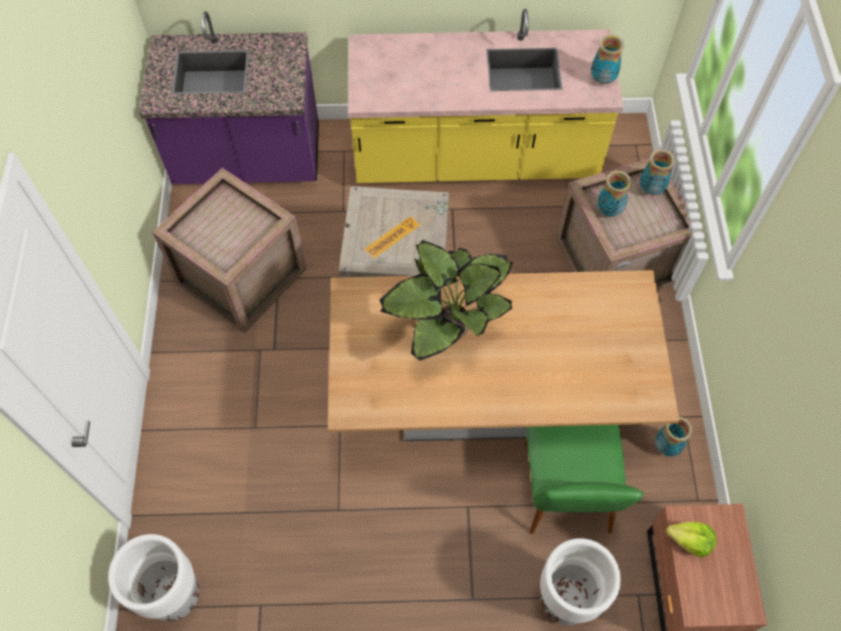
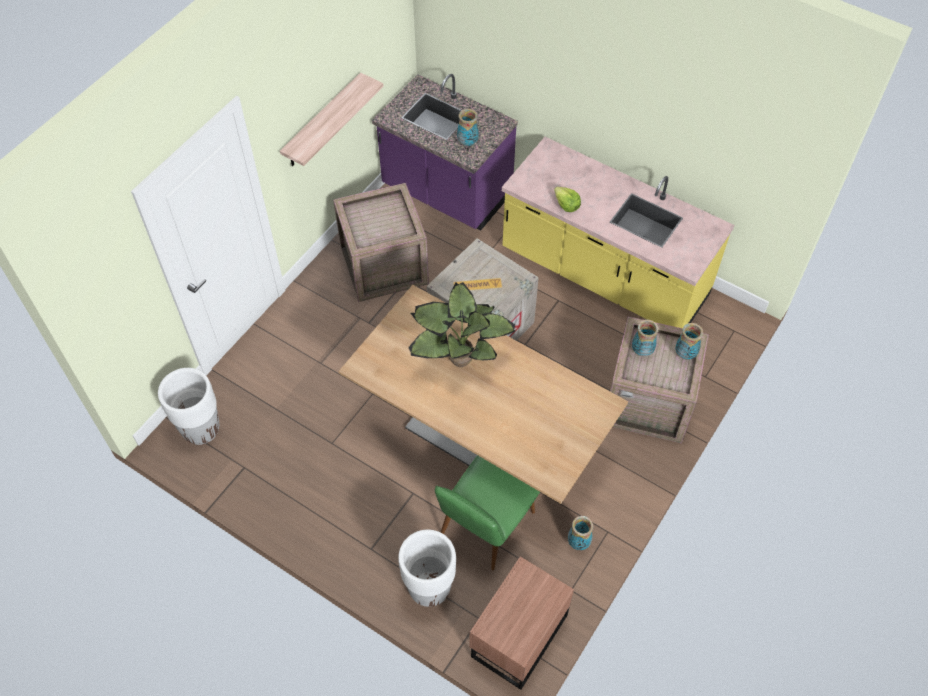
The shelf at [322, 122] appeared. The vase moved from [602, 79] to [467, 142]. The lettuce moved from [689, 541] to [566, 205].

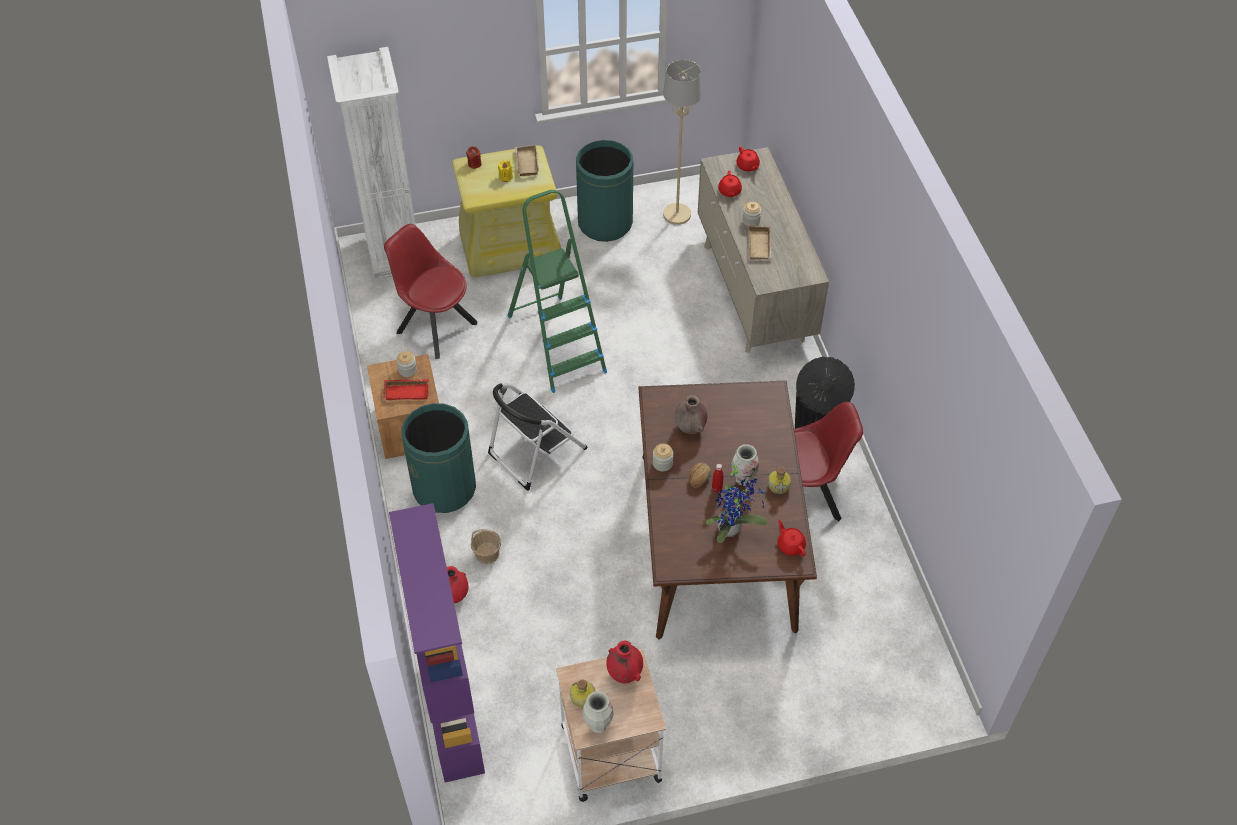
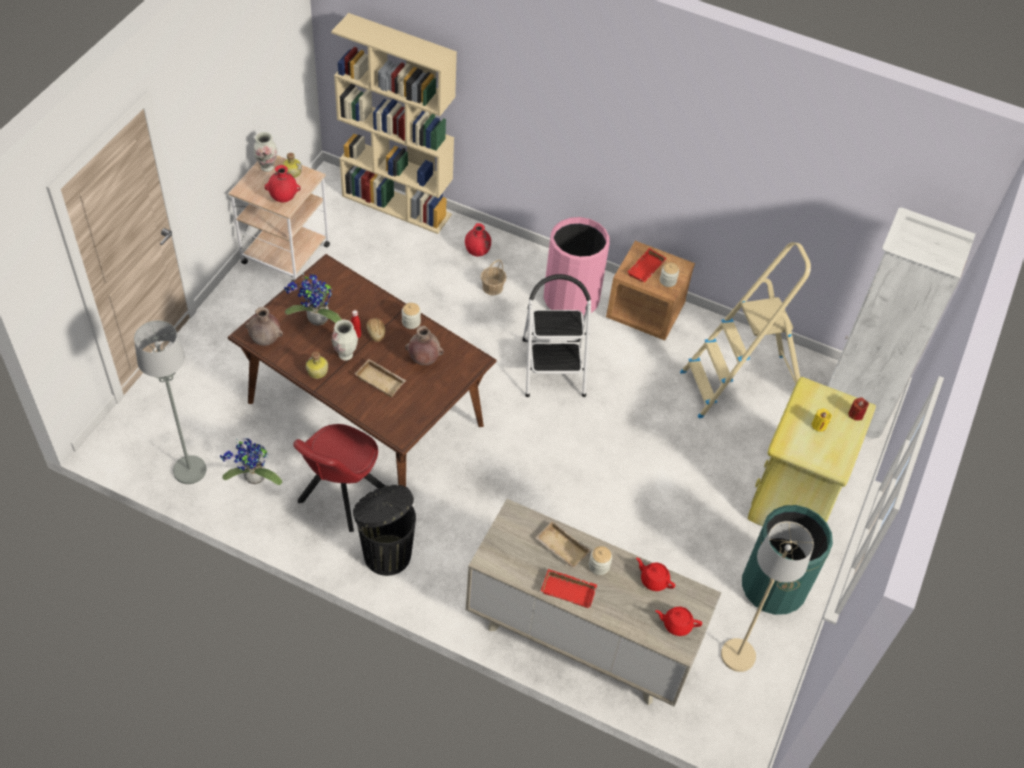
The green step ladder at [557, 344] disappeared. The grey floor lamp at [190, 471] appeared. The potted plant at [253, 478] appeared. The red tray at [569, 590] appeared. The beige tray moved from [525, 163] to [381, 380]. The red chair at [435, 326] was replaced by the beige step ladder at [741, 386]. The red teapot at [790, 545] was replaced by the brown vase at [265, 340]. The purple bookcase at [451, 711] became the beige bookcase at [397, 205]. The green trash can at [444, 488] became the pink trash can at [571, 299].

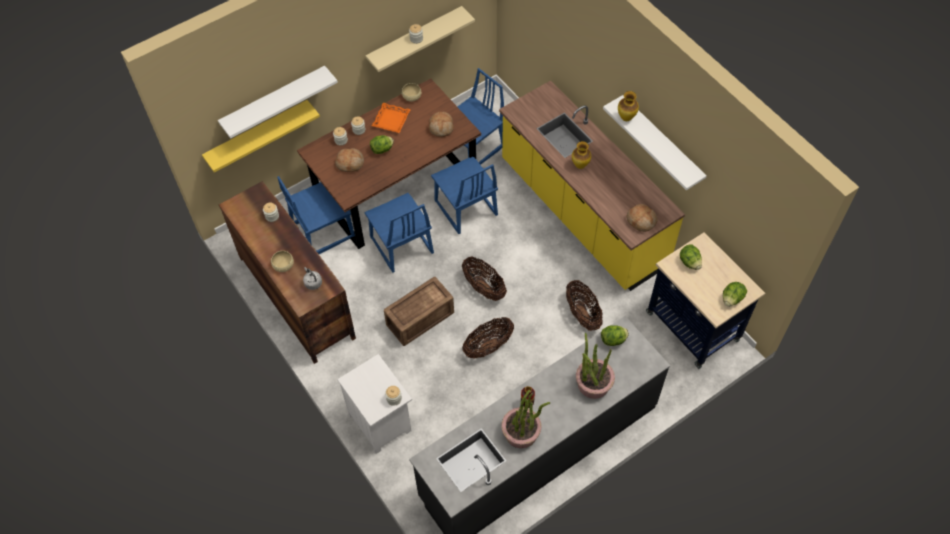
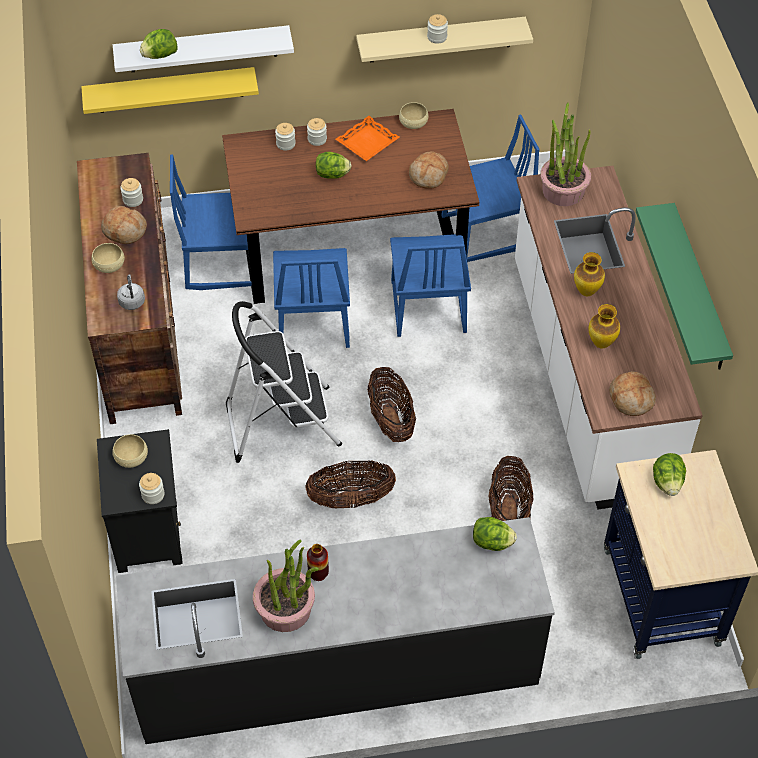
The beige bowl at [131, 457] appeared. The bread moved from [350, 163] to [125, 230]. The potted plant moved from [593, 383] to [563, 190]. The vase moved from [625, 118] to [600, 343]. The lettuce moved from [732, 299] to [160, 55]. The crate at [418, 318] was replaced by the step ladder at [279, 424]. The white nightstand at [381, 421] became the black nightstand at [150, 534]. The yellow counter at [581, 213] became the white counter at [587, 377]. The white shelf at [661, 142] became the green shelf at [699, 290].

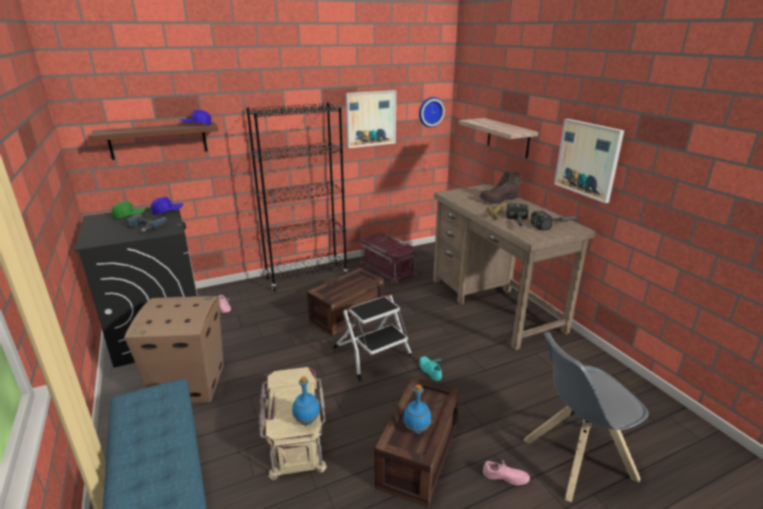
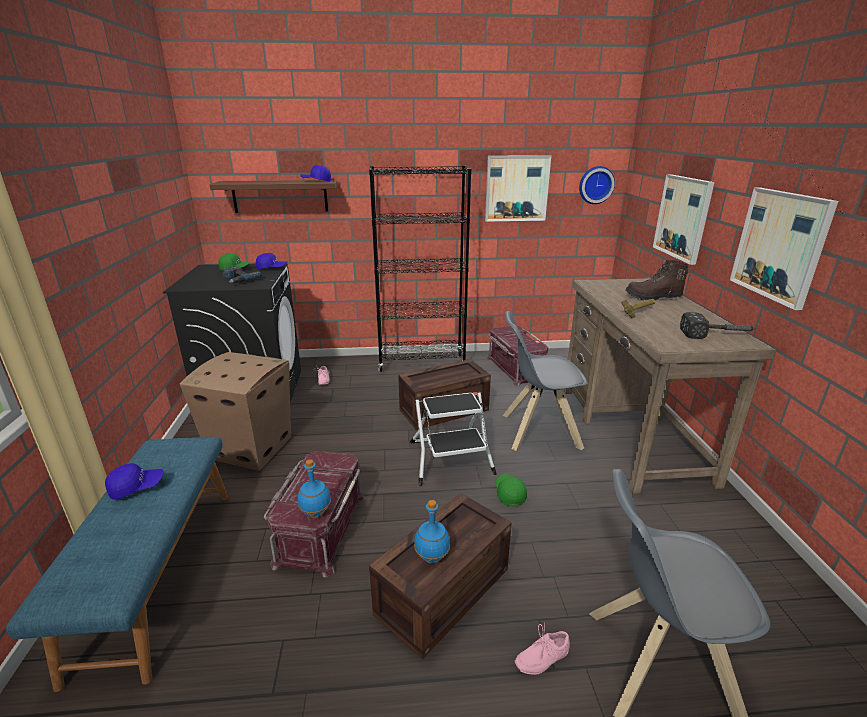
The hammer at [518, 223] disappeared. The blue cap at [137, 487] appeared. The grey chair at [538, 431] appeared. The turquoise shoe at [431, 370] was replaced by the green cap at [509, 493]. The shelf at [508, 138] was replaced by the picture at [683, 217]. The beige storage box at [294, 435] became the red storage box at [319, 528]. The pink shoe at [505, 478] turned 120 degrees clockwise.

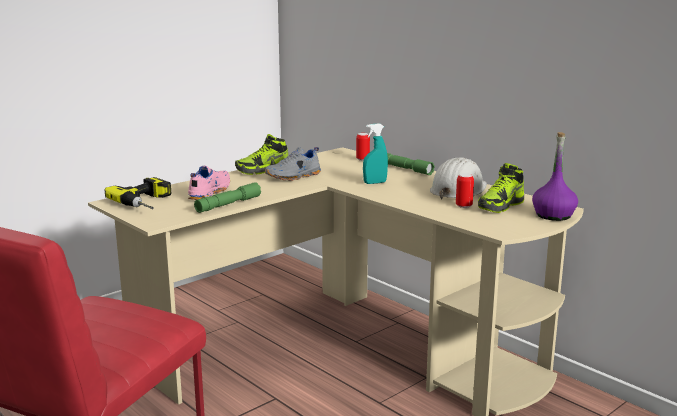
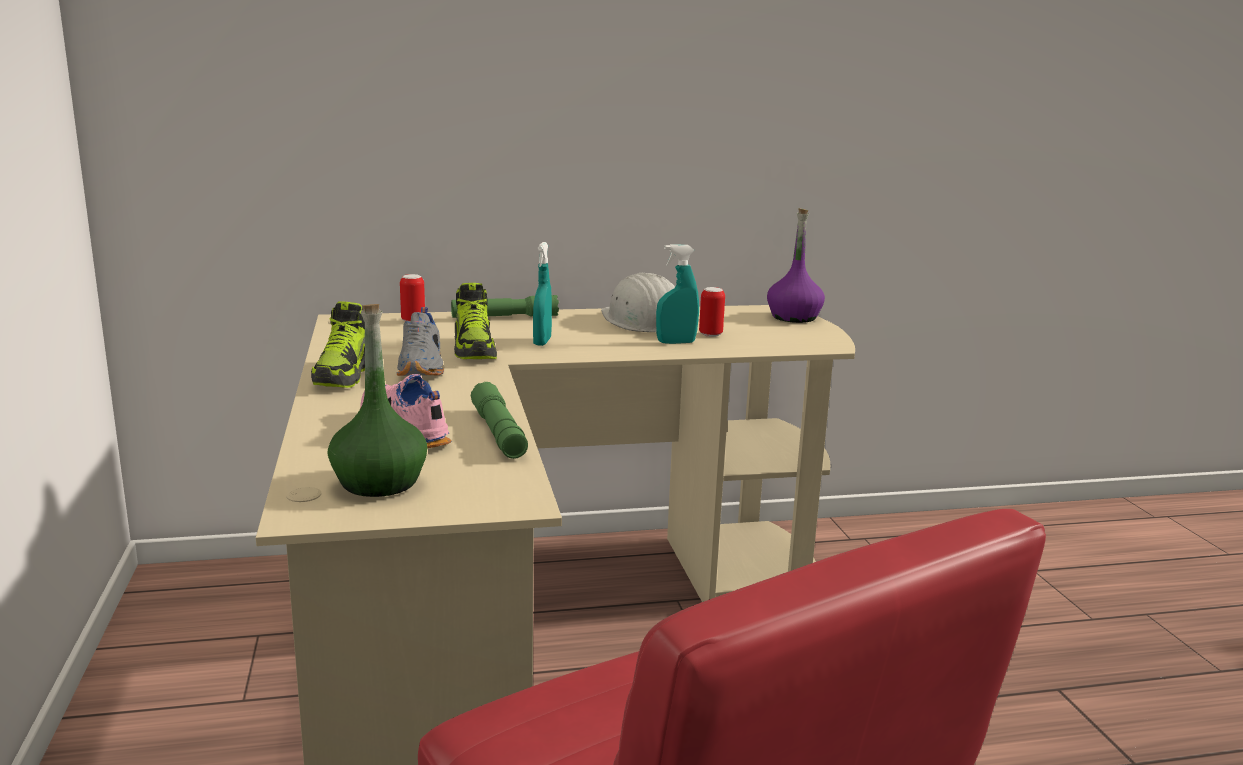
The turquoise spray bottle at [676, 342] appeared. The shoe moved from [501, 206] to [474, 350]. The power drill at [149, 202] was replaced by the green bottle at [379, 482].

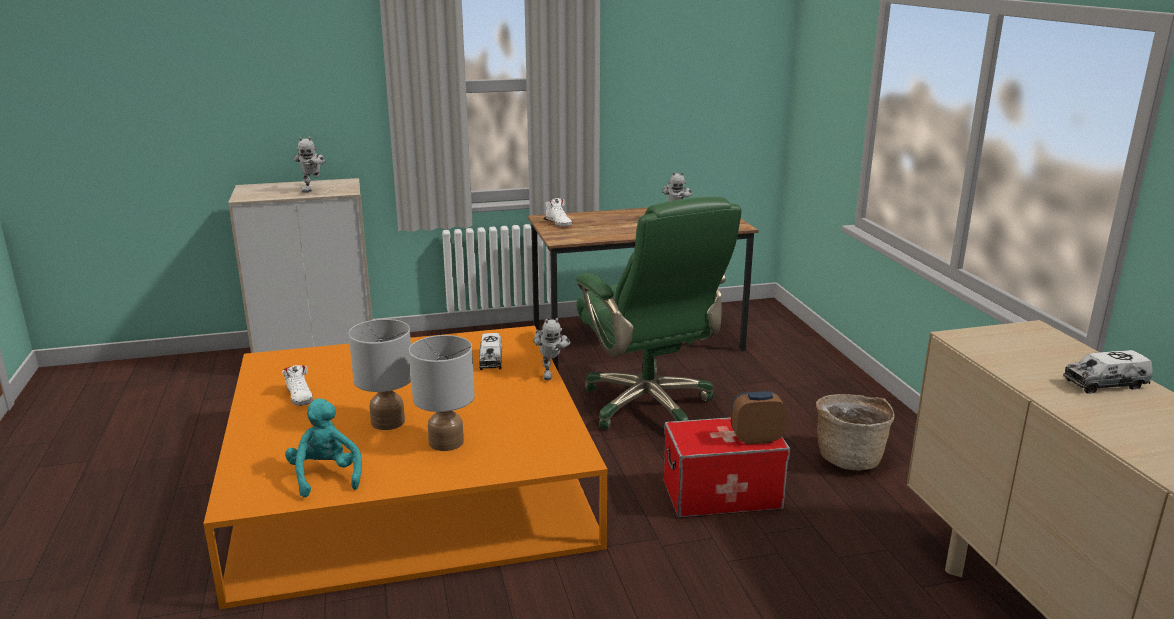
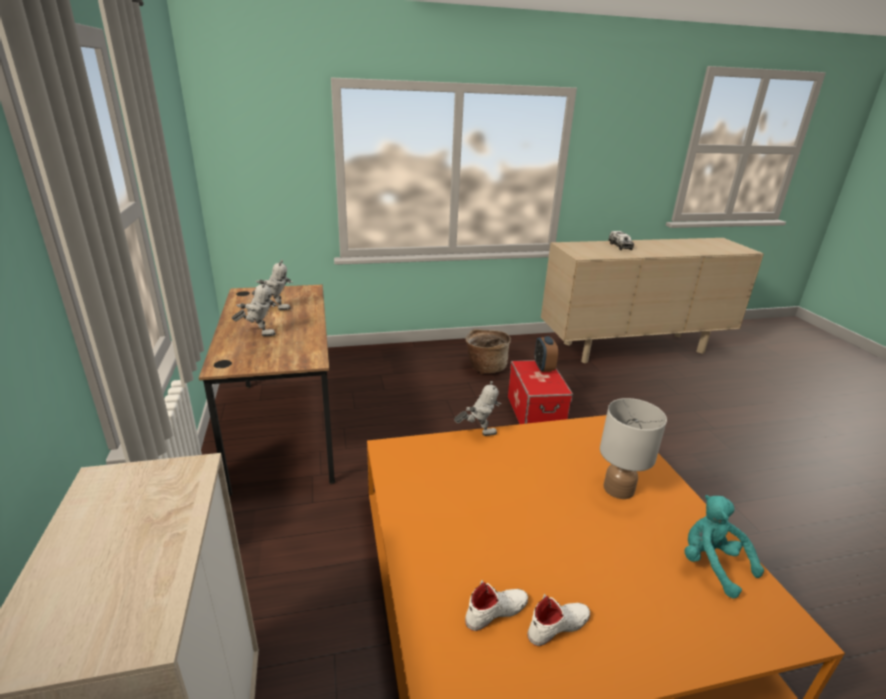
The grey table lamp at [388, 422] disappeared. The toy truck at [491, 360] disappeared. The green office chair at [648, 408] disappeared. The toy robot moved from [313, 190] to [259, 333]. The white shoe moved from [559, 222] to [496, 611]. The turquoise plush toy at [326, 476] turned 75 degrees clockwise.

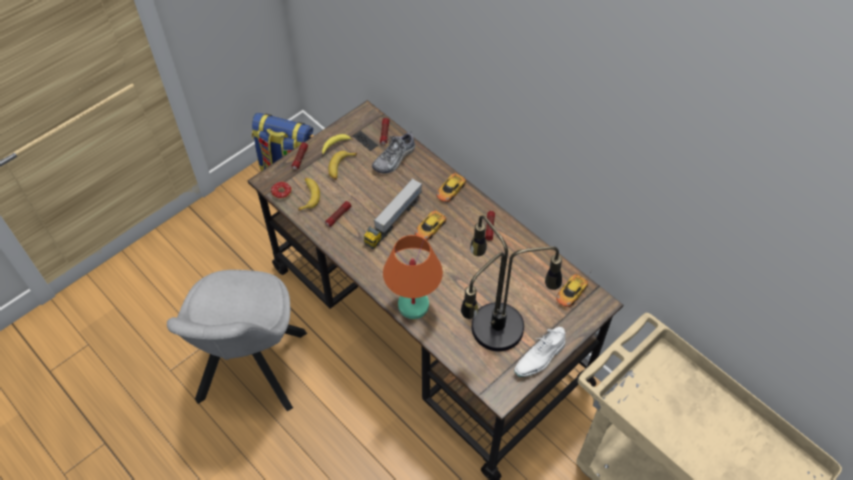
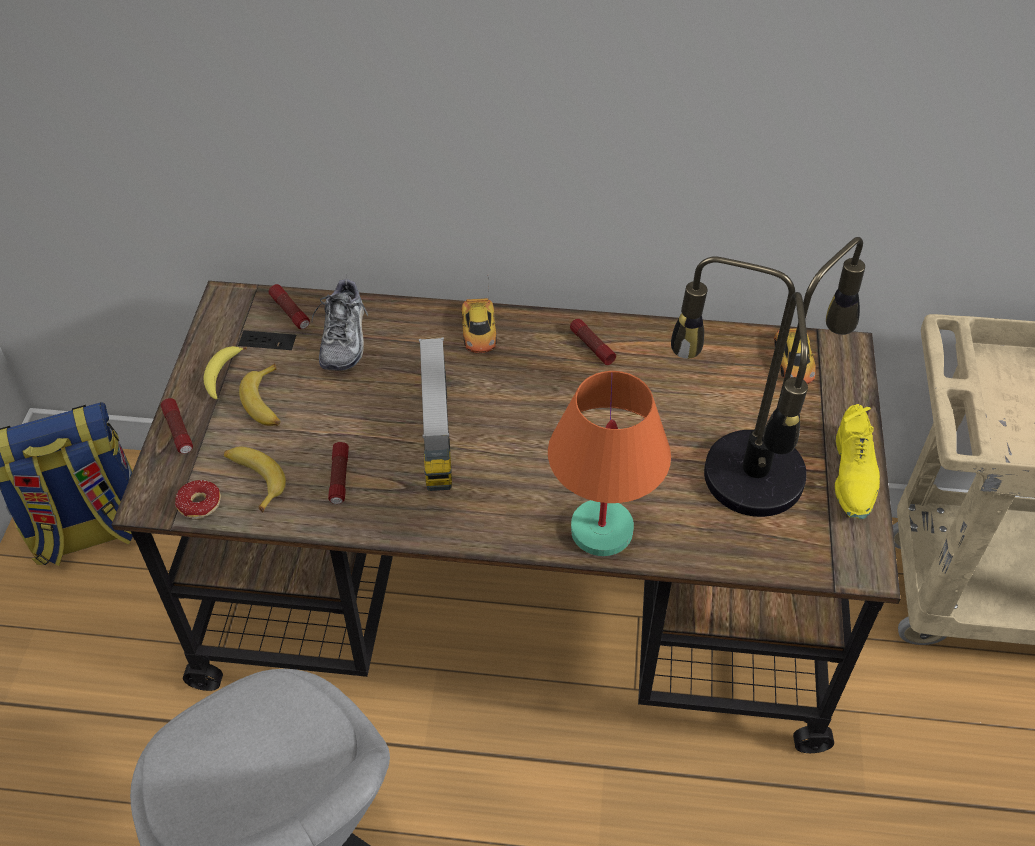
The toy car at [430, 228] disappeared. The white shoe at [539, 358] became the yellow shoe at [853, 476].

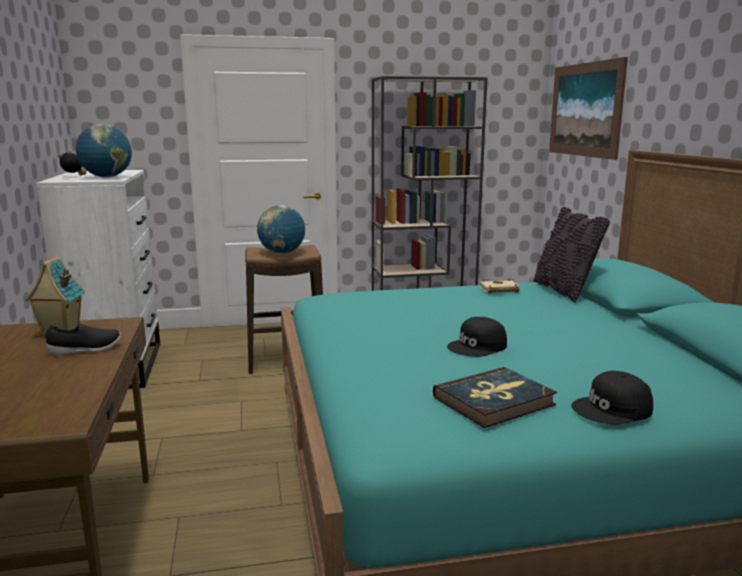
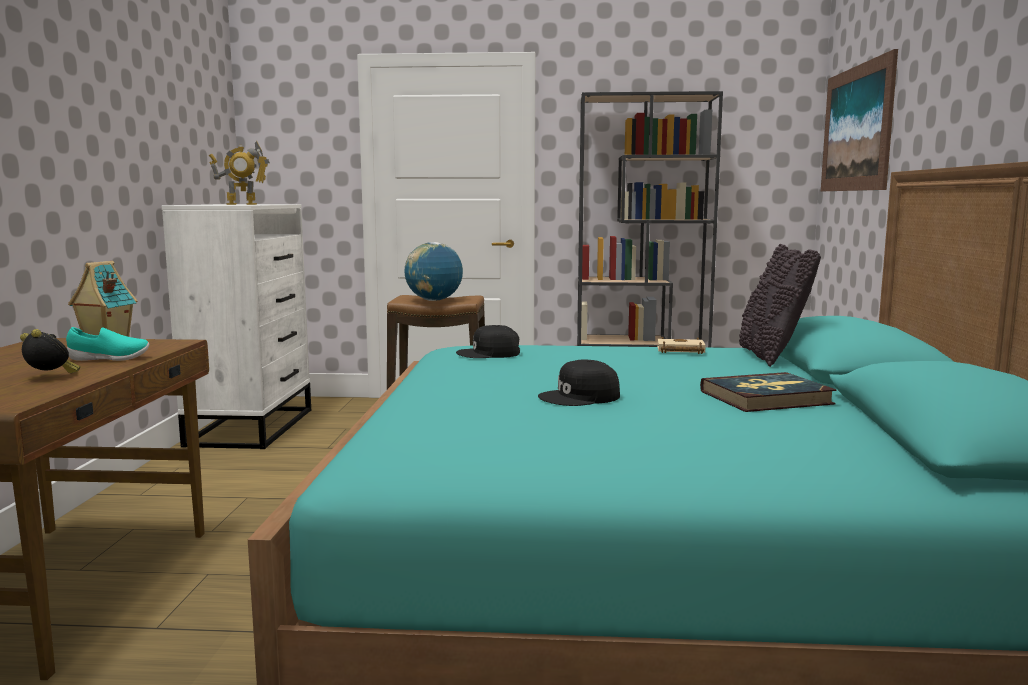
The alarm clock moved from [73, 176] to [50, 377]. The book moved from [494, 401] to [766, 398]. The black cap moved from [612, 409] to [489, 353]. The globe at [107, 177] was replaced by the toy robot at [242, 204]. The black shoe at [85, 350] became the turquoise shoe at [109, 359].

